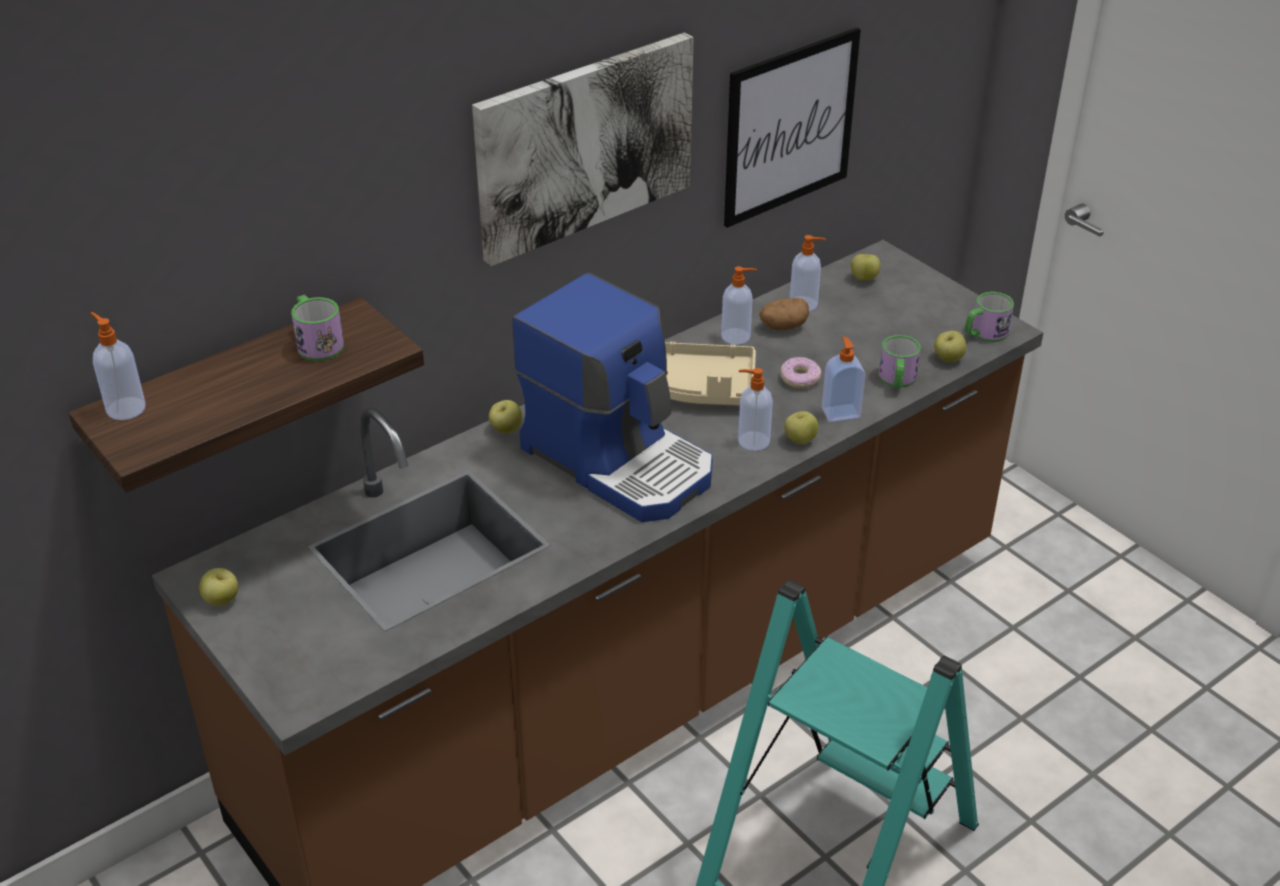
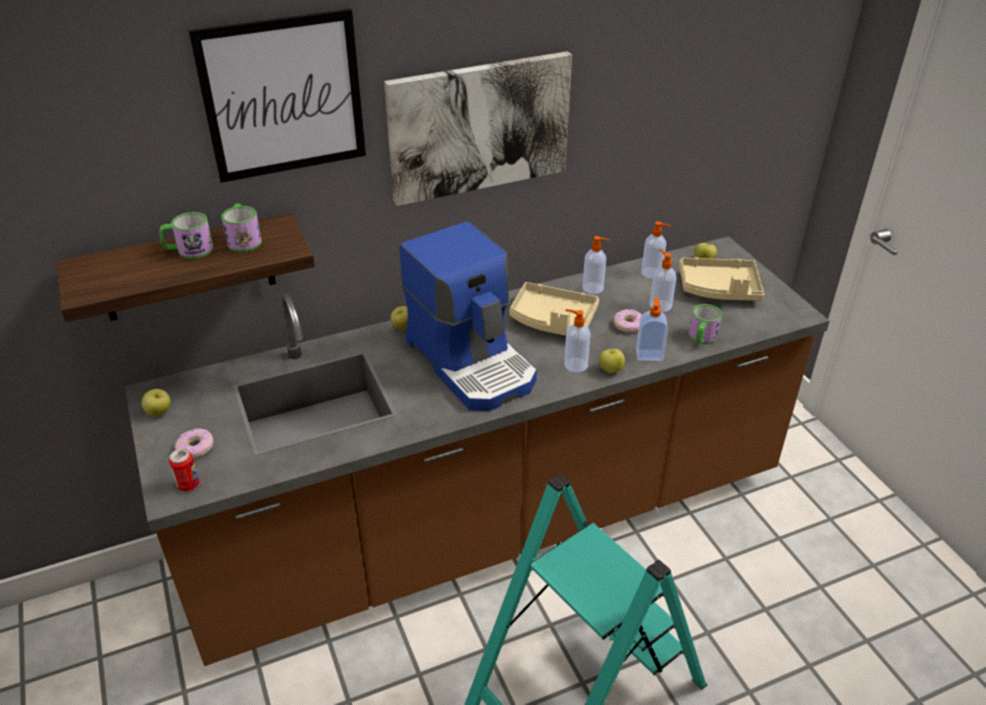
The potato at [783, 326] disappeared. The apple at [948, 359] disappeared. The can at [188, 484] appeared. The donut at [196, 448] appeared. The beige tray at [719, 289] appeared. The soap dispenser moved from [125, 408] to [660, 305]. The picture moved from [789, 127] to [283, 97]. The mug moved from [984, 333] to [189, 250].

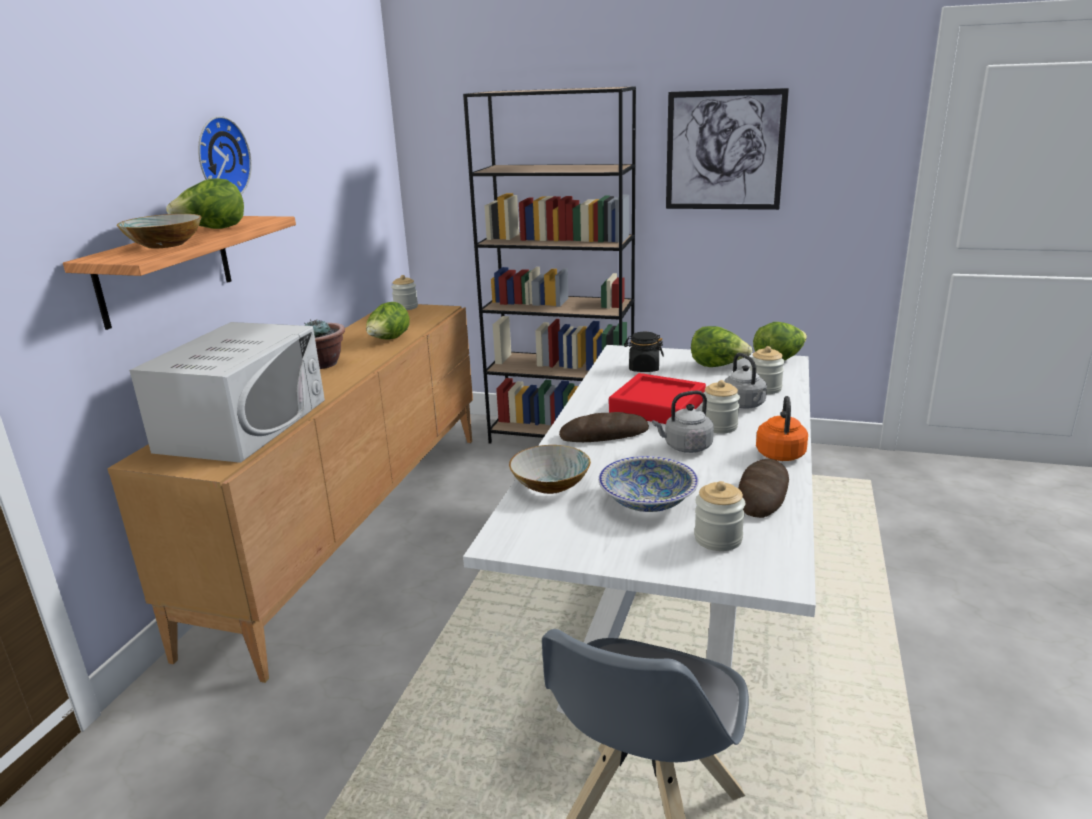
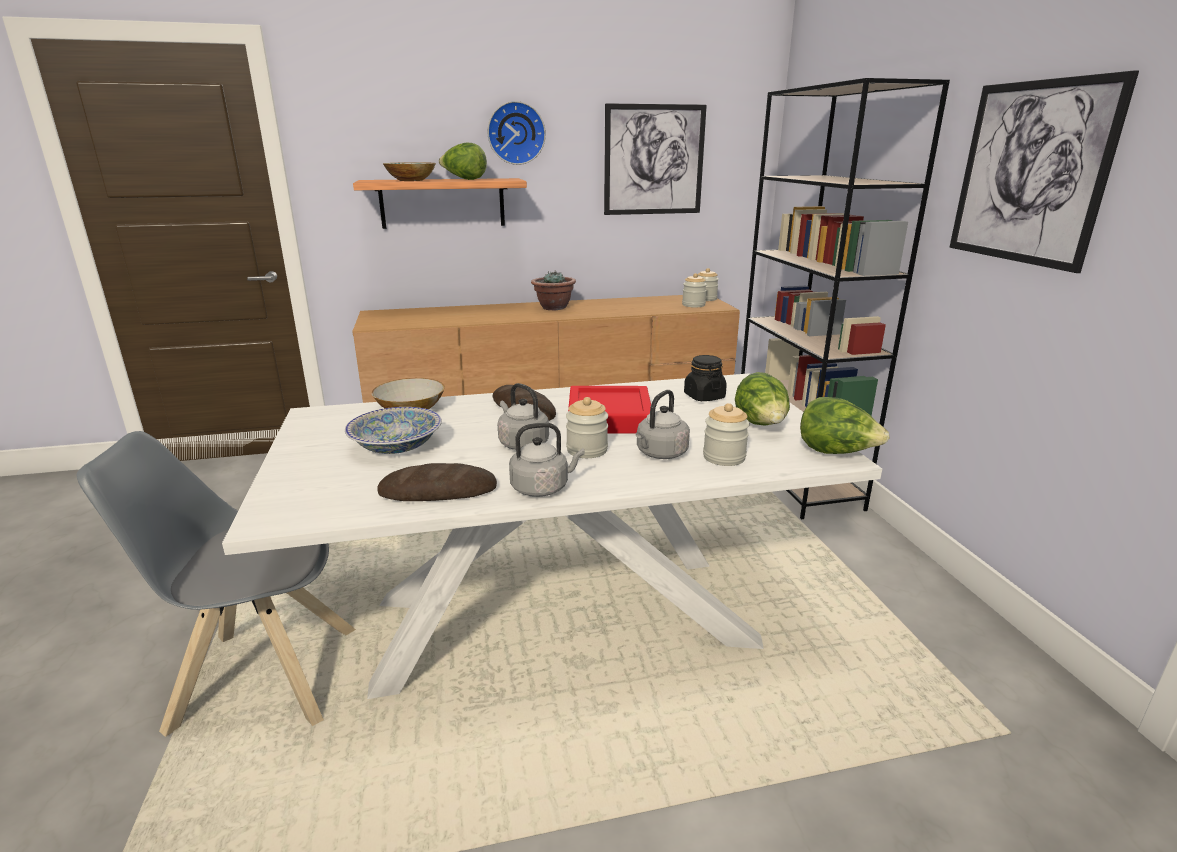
The white microwave at [244, 425] disappeared. The lettuce at [388, 340] disappeared. The picture at [654, 160] appeared. The jar moved from [718, 539] to [693, 305]. The orange kettle at [780, 453] became the grey kettle at [543, 488].

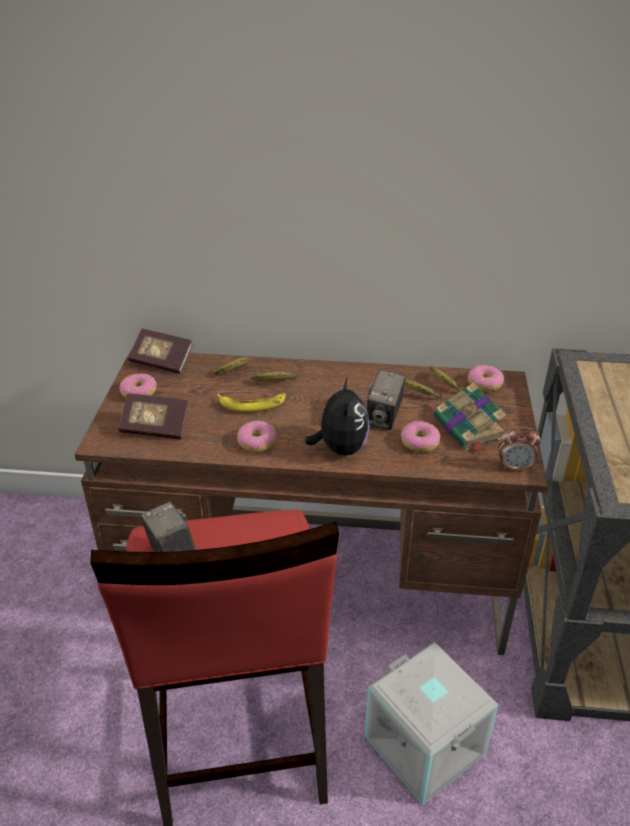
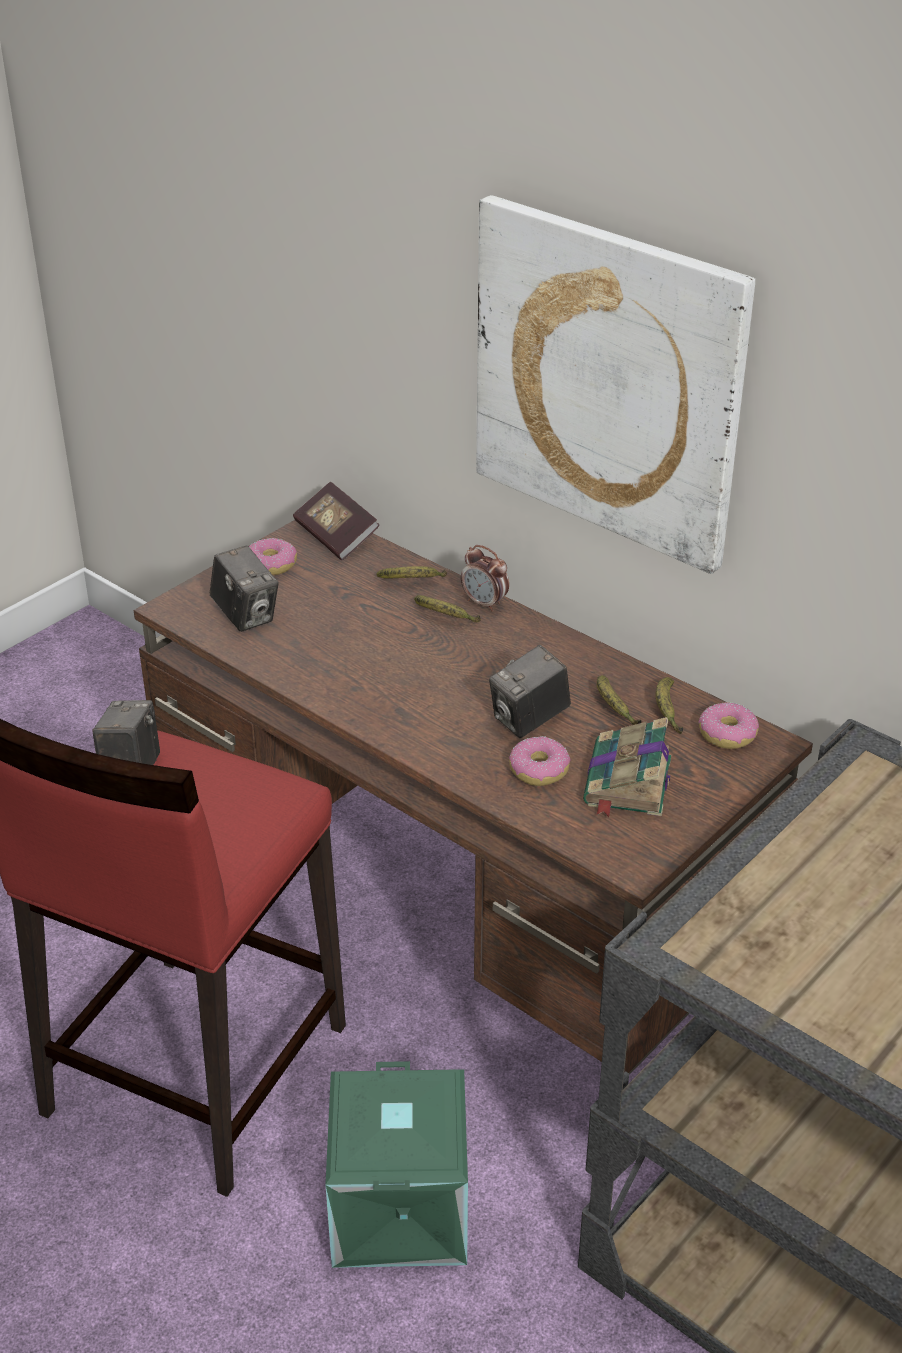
The banana at [252, 404] disappeared. The donut at [256, 442] disappeared. The plush toy at [340, 448] disappeared. The picture at [608, 381] appeared. The alarm clock moved from [514, 467] to [484, 603]. The book at [155, 427] was replaced by the photo camera at [246, 616]. The grey storage box at [426, 744] became the green storage box at [402, 1209].

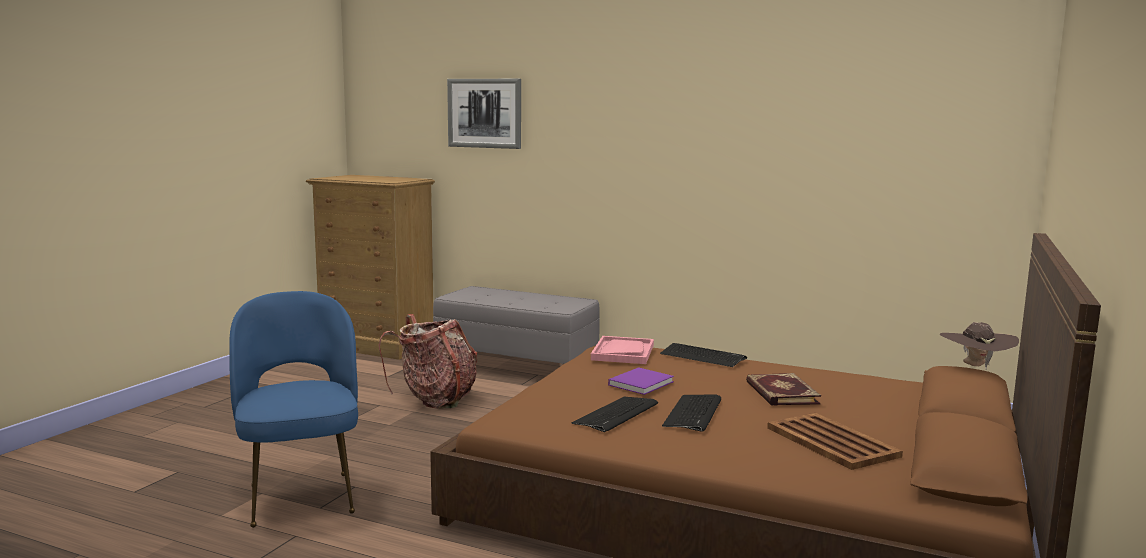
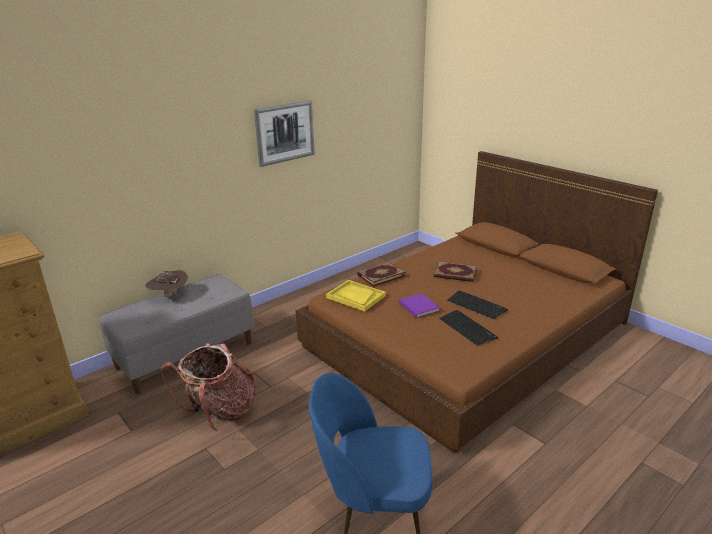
The brown tray at [832, 442] disappeared. The picture moved from [484, 113] to [285, 133]. The brown hat moved from [975, 366] to [169, 295]. The keyboard at [702, 356] was replaced by the book at [381, 275]. The pink tray at [623, 352] became the yellow tray at [355, 297].

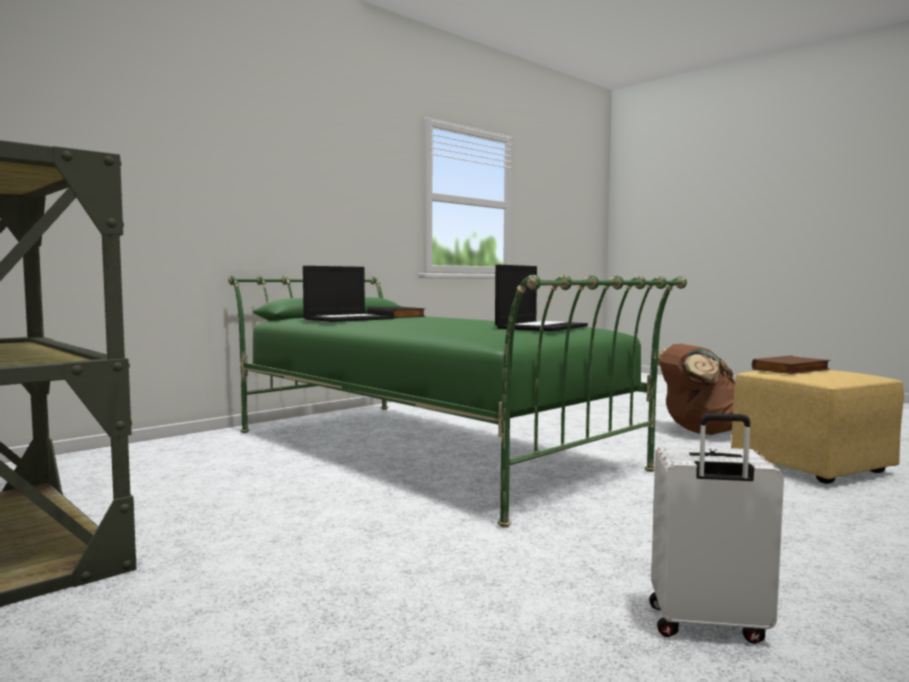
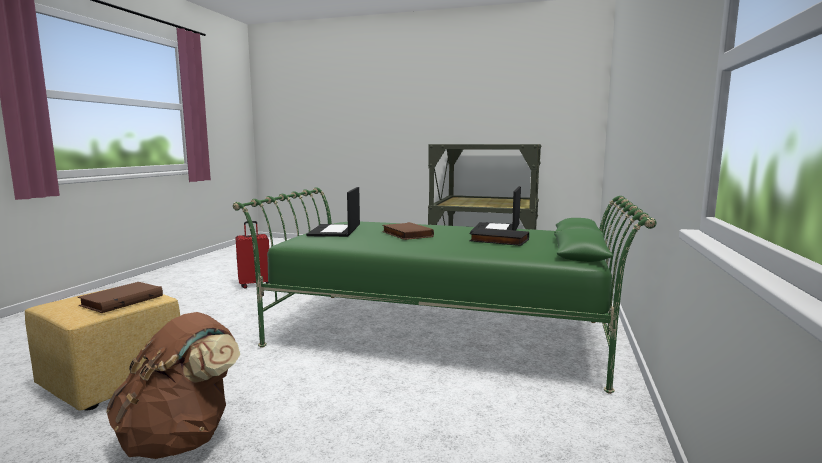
The brown book at [405, 234] appeared. The white suitcase at [707, 625] became the red suitcase at [255, 284].

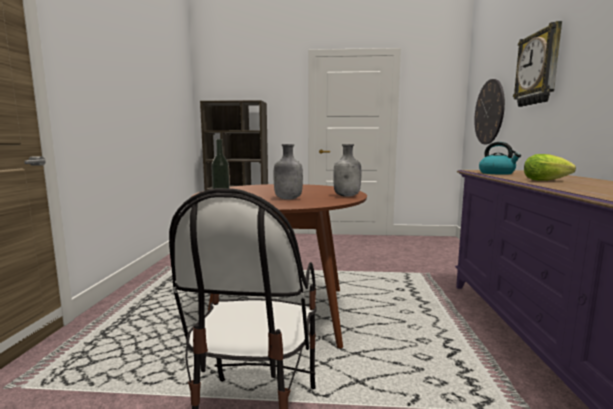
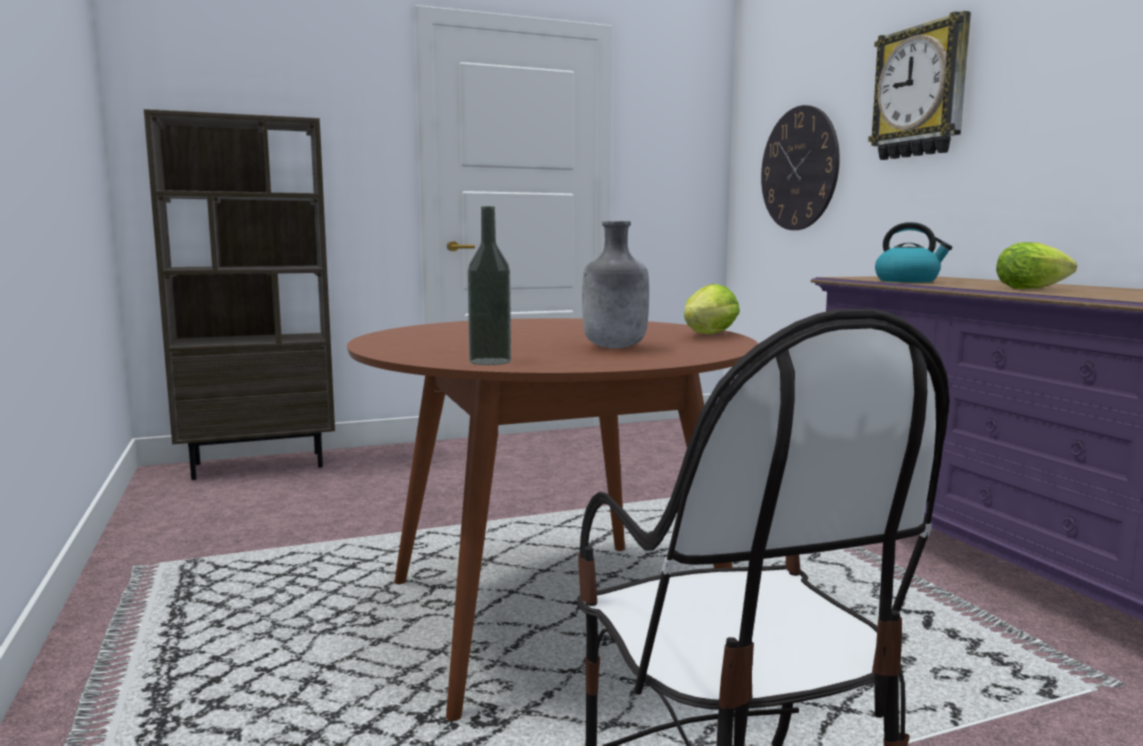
The grey bottle at [347, 196] was replaced by the lettuce at [706, 335].

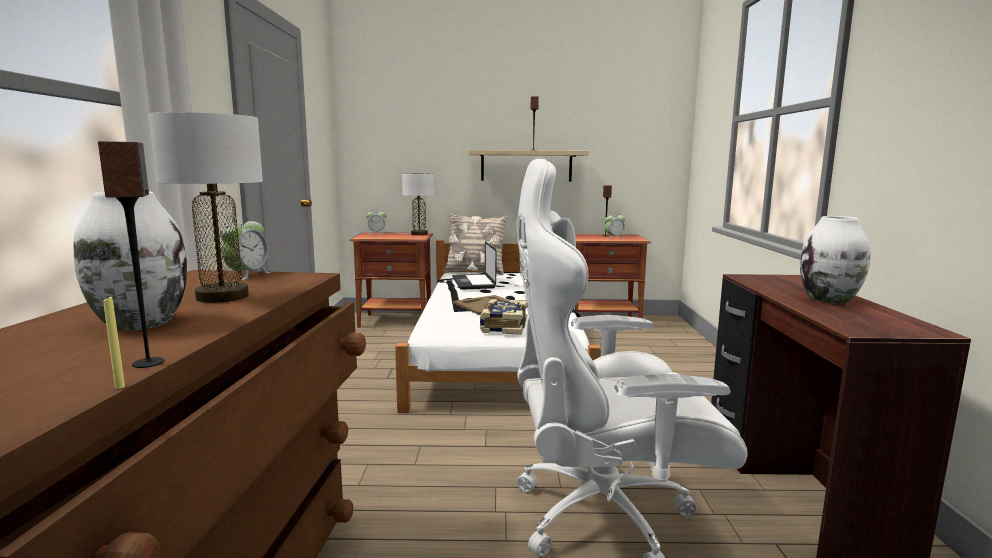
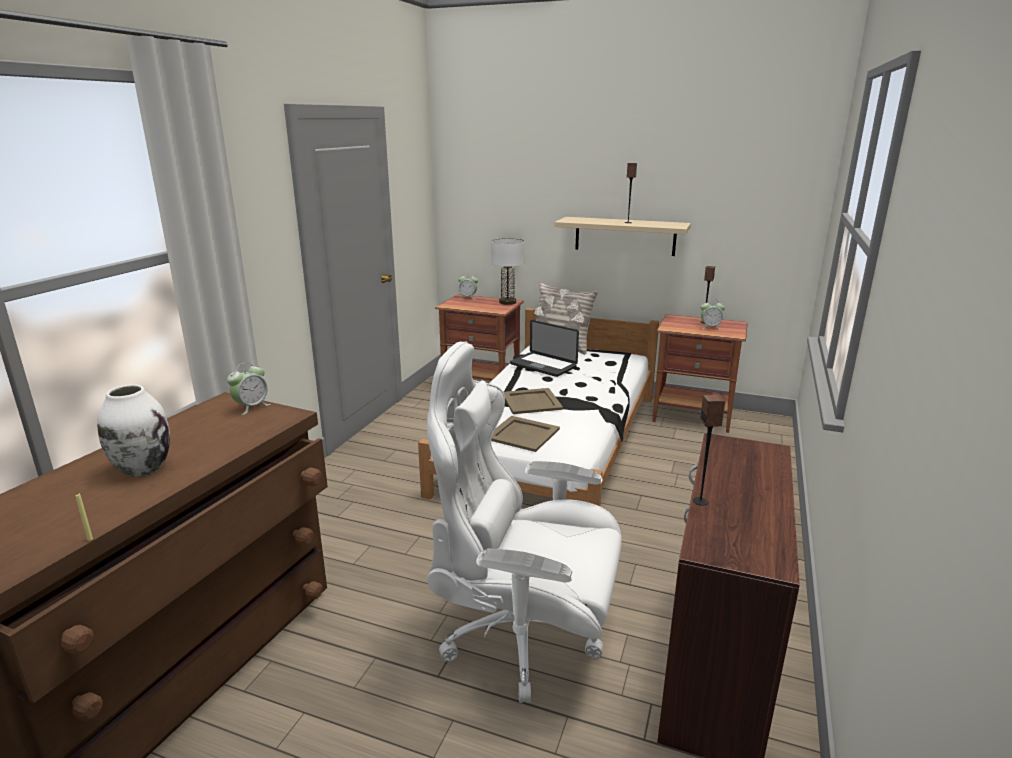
The table lamp at [222, 296] disappeared. The white vase at [829, 300] disappeared. The speaker moved from [149, 363] to [700, 501]. The book at [503, 326] was replaced by the beige tray at [523, 434]. The laptop at [473, 283] turned 60 degrees counterclockwise.

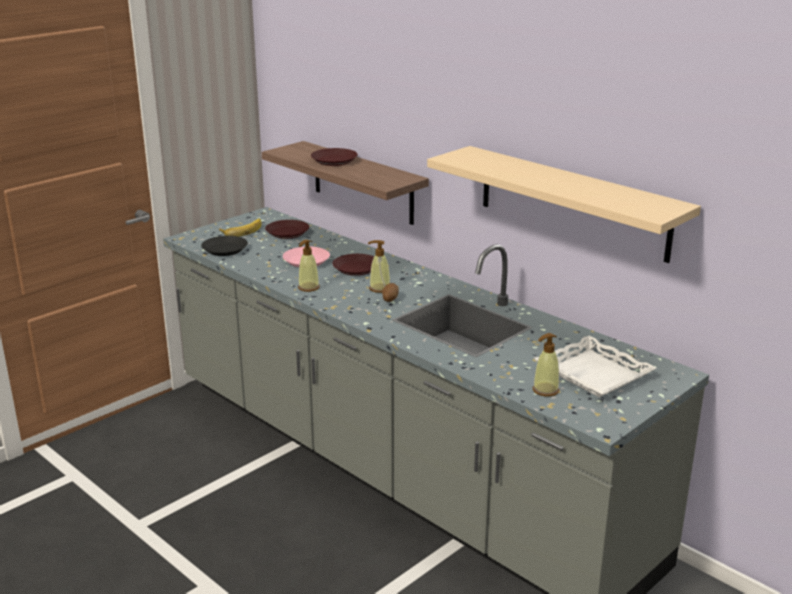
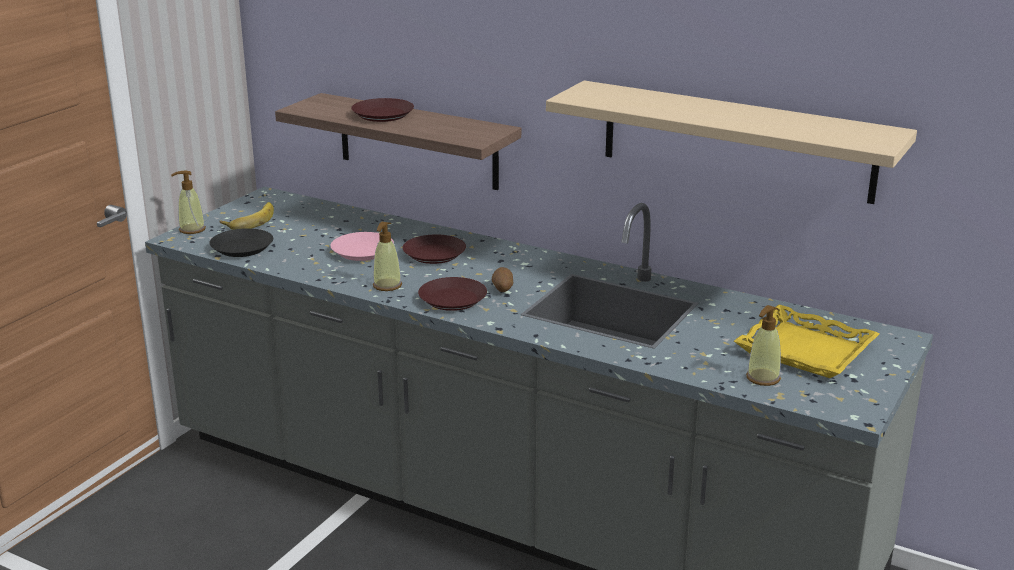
The brown plate moved from [288, 233] to [453, 299]. The soap dispenser moved from [379, 288] to [192, 229]. The white tray at [594, 373] became the yellow tray at [806, 350].

